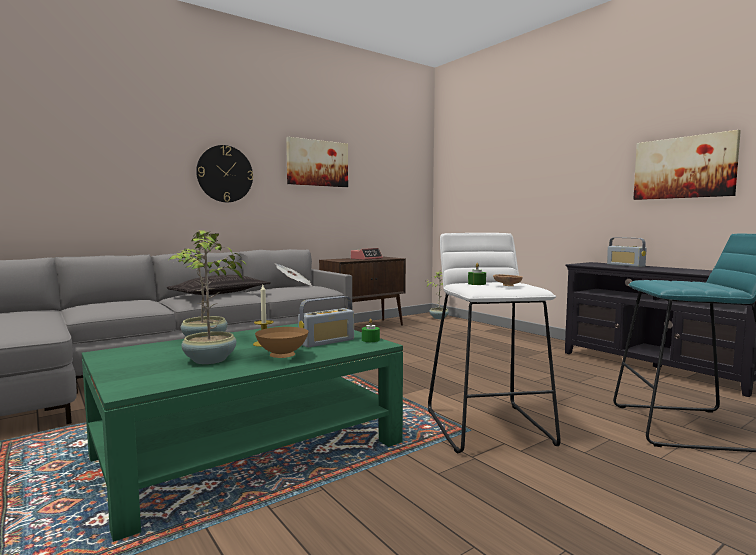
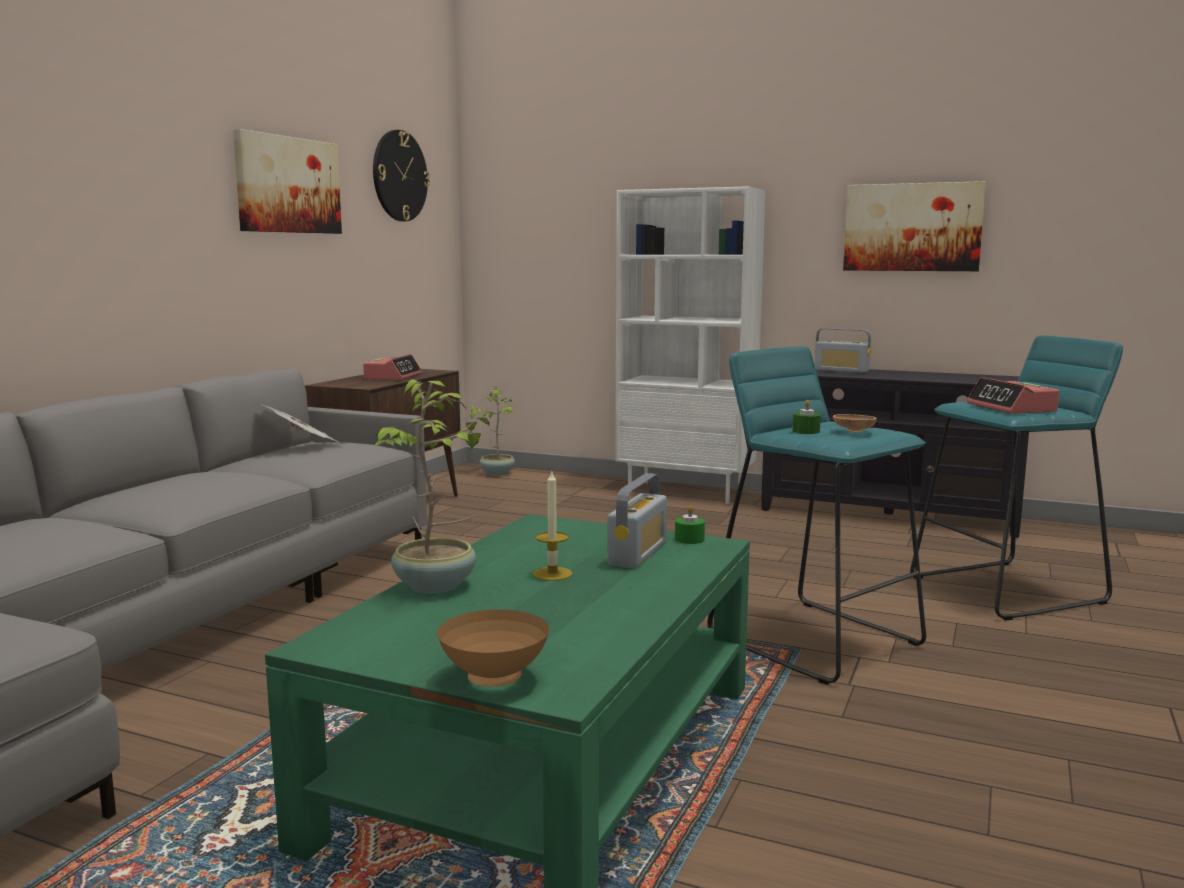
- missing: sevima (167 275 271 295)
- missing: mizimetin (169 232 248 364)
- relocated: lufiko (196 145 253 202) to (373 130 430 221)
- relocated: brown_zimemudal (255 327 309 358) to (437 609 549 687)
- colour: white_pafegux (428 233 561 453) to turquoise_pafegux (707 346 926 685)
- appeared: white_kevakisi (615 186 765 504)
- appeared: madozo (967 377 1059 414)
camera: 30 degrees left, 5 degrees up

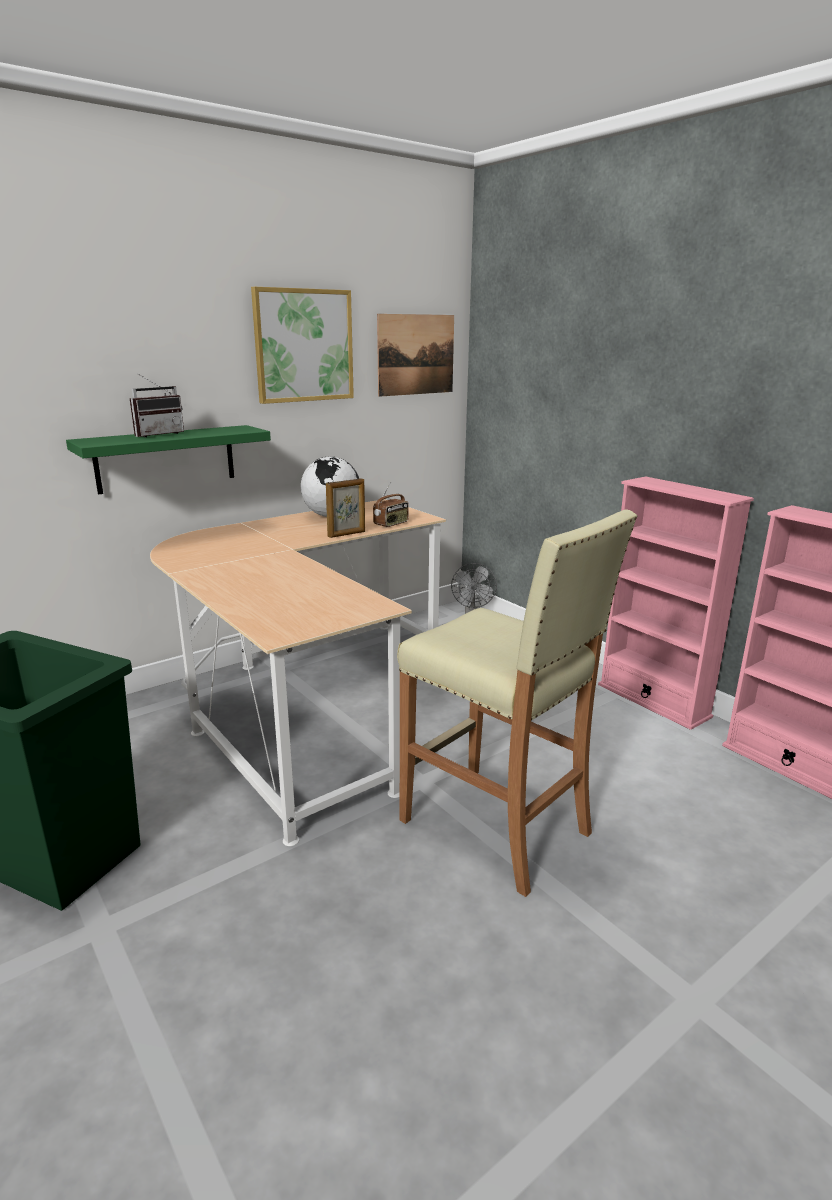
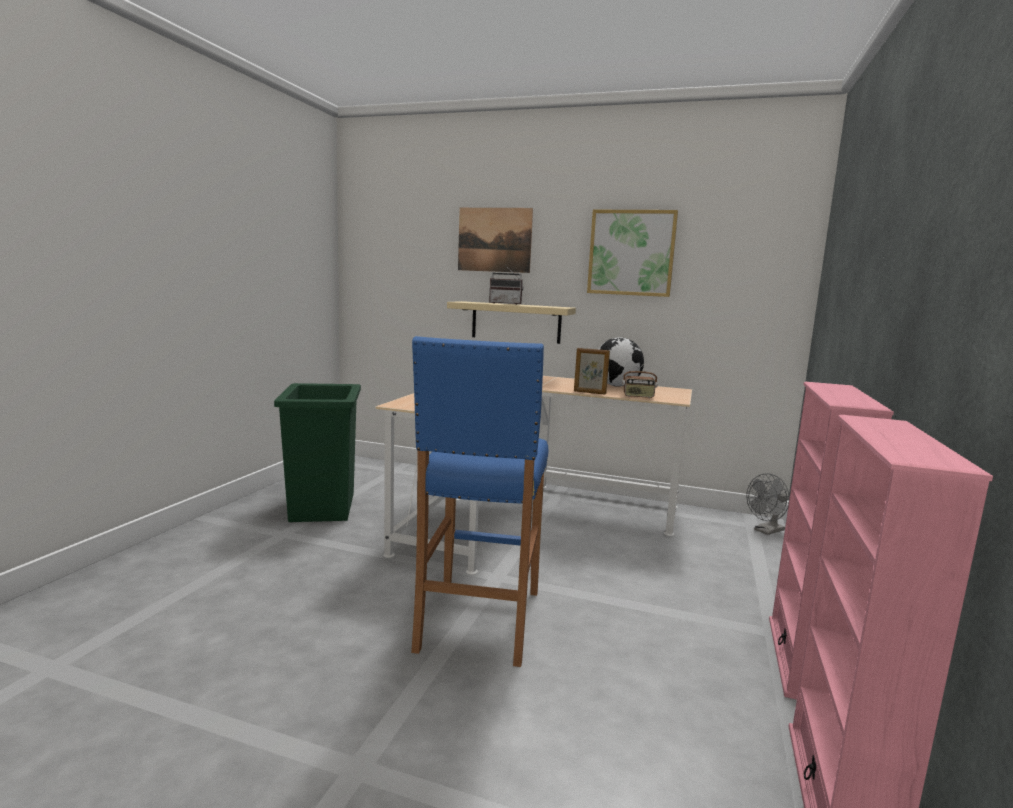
- colour: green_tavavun (66 425 271 495) to beige_tavavun (447 301 576 344)
- relocated: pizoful (377 314 454 397) to (458 208 533 273)
- colour: beige_pafegux (397 509 637 897) to blue_pafegux (411 336 548 667)
camera: 55 degrees right, 10 degrees down

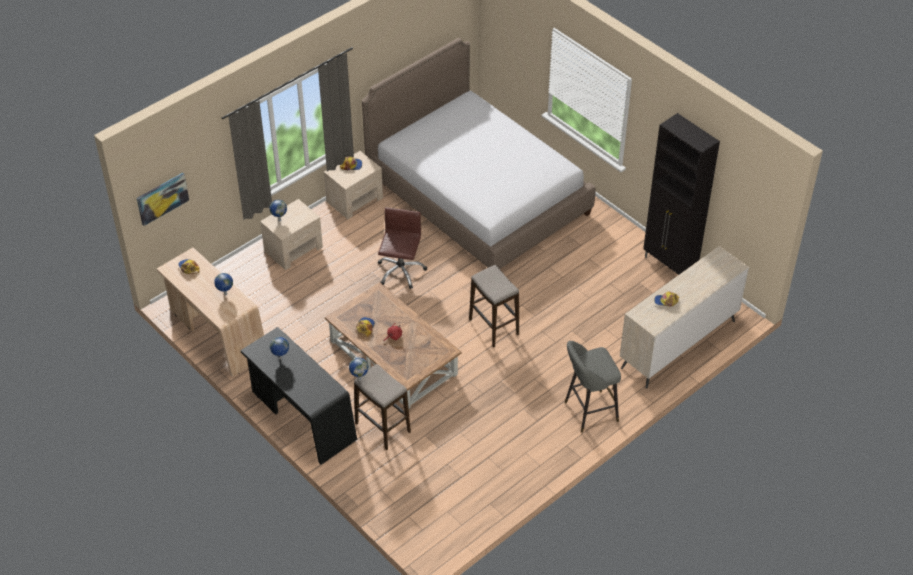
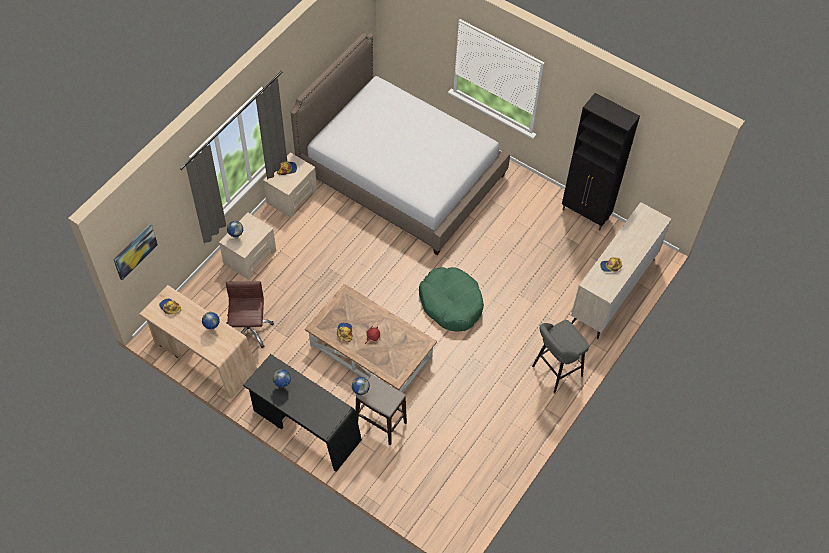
- relocated: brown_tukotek (378 207 427 289) to (226 281 274 348)
- exchanged: pafegux (469 265 519 348) to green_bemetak (419 267 484 332)
camera: 15 degrees left, 10 degrees up

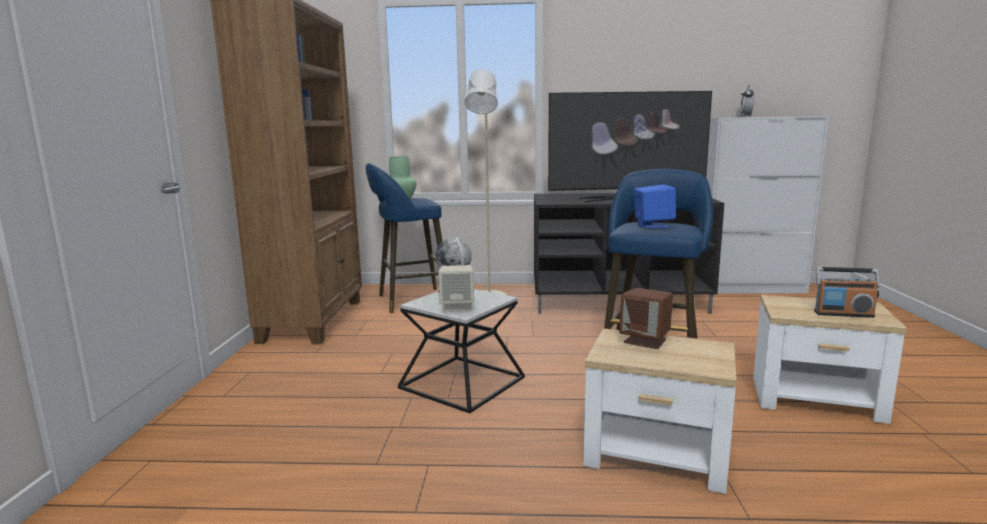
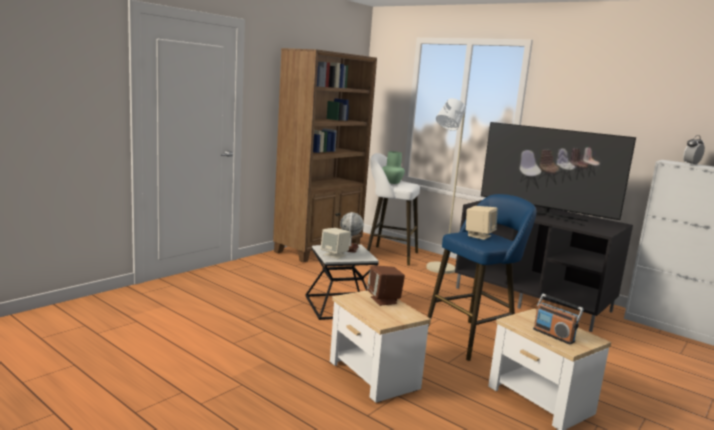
- colour: blue_pafegux (366 163 442 313) to white_pafegux (367 153 420 266)
- colour: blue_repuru (634 184 676 228) to beige_repuru (466 206 498 240)
camera: 35 degrees right, 0 degrees up

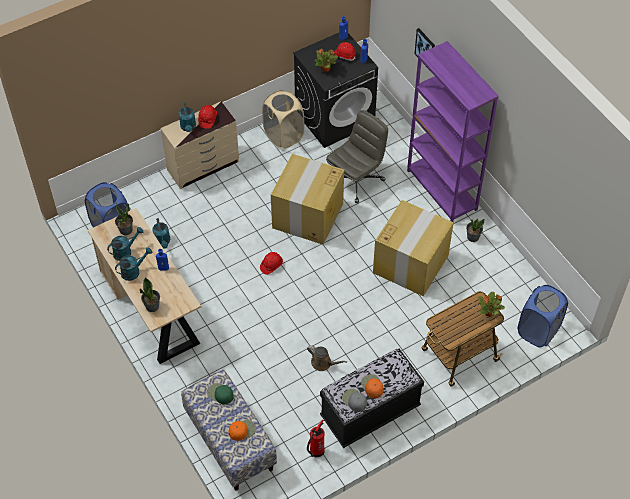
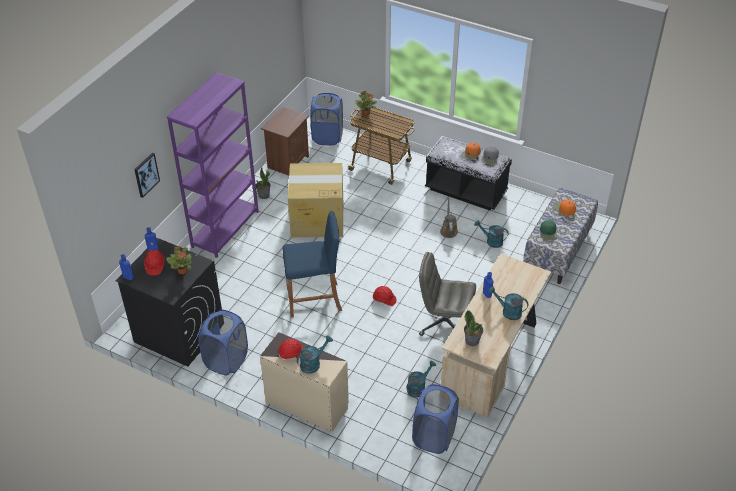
- relocated: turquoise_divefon (107 227 143 261) to (474 220 509 248)
- missing: mizimetin (140 278 160 312)
- colour: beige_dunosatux (262 90 304 149) to blue_dunosatux (198 310 248 376)
- exchanged: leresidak (271 154 344 245) to blue_pafegux (282 210 342 317)
- missing: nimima (307 419 324 458)
- relocated: grey_tukotek (326 110 388 203) to (419 252 476 336)
- appeared: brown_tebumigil (261 107 309 176)
camera: 120 degrees left, 10 degrees down

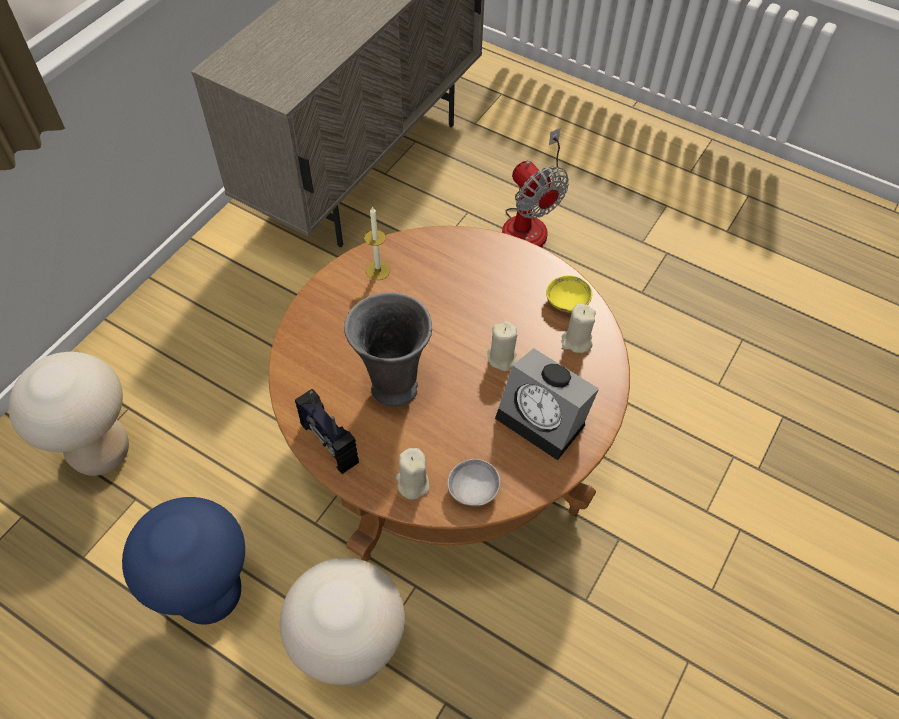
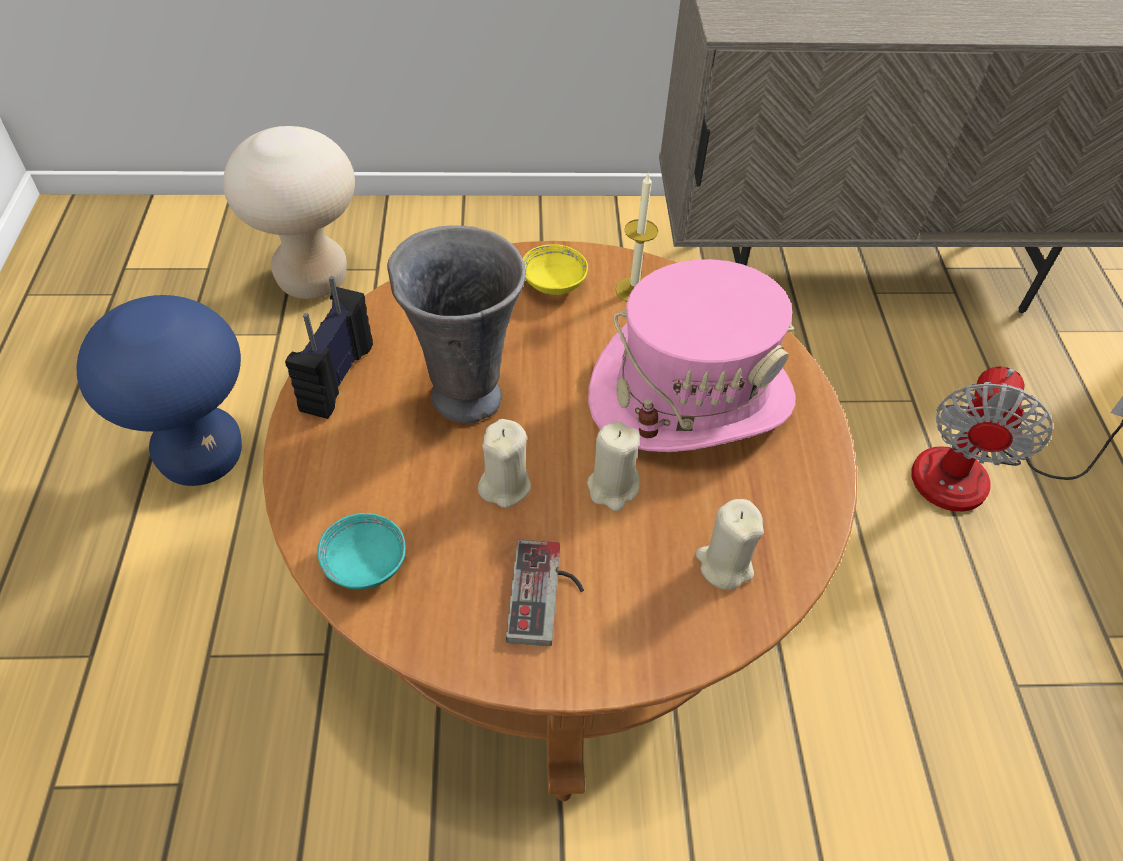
- missing: beige_pafegux (280 558 405 687)
- relocated: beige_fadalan (396 448 430 500) to (478 419 531 508)
- colour: grey_zimemudal (447 459 501 506) to turquoise_zimemudal (317 513 406 590)
- exchanged: madozo (495 348 599 460) to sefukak (506 540 584 646)
- relocated: yellow_zimemudal (546 276 592 312) to (523 244 588 295)
- appeared: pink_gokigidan (588 259 795 452)
camera: 55 degrees right, 5 degrees down

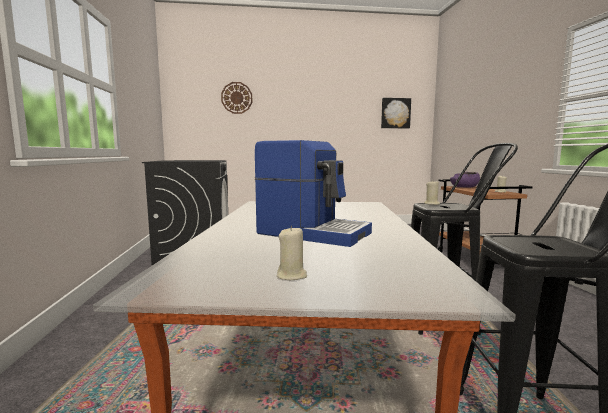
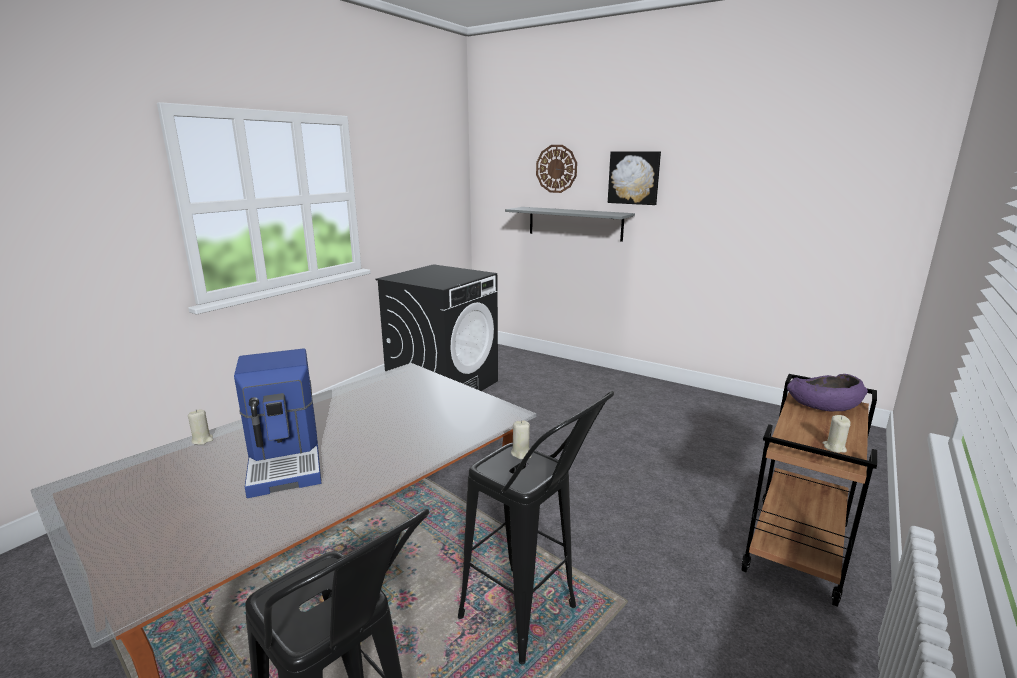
- relocated: beige_fadalan (277 226 307 280) to (188 409 213 445)
- relocated: pizoful (381 98 411 128) to (608 151 661 205)
- appeared: grey_tavavun (505 207 635 242)
camera: 40 degrees right, 10 degrees up

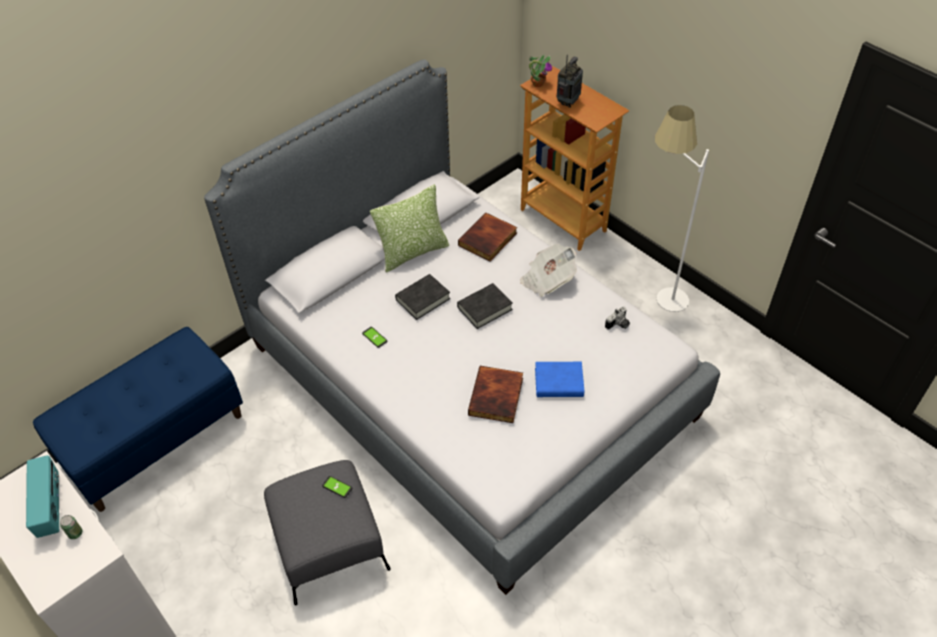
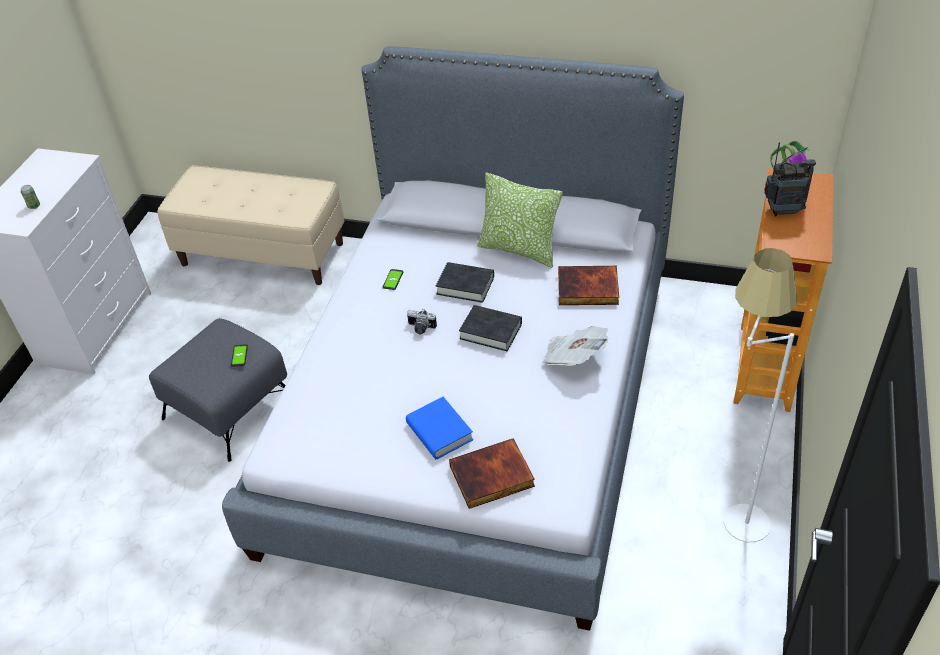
- missing: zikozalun (26 455 59 538)
- colour: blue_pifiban (33 327 243 512) to beige_pifiban (157 166 345 285)
- relocated: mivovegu (468 366 523 423) to (449 438 535 509)
- relocated: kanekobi (605 306 630 329) to (407 309 437 334)
camera: 60 degrees right, 5 degrees down

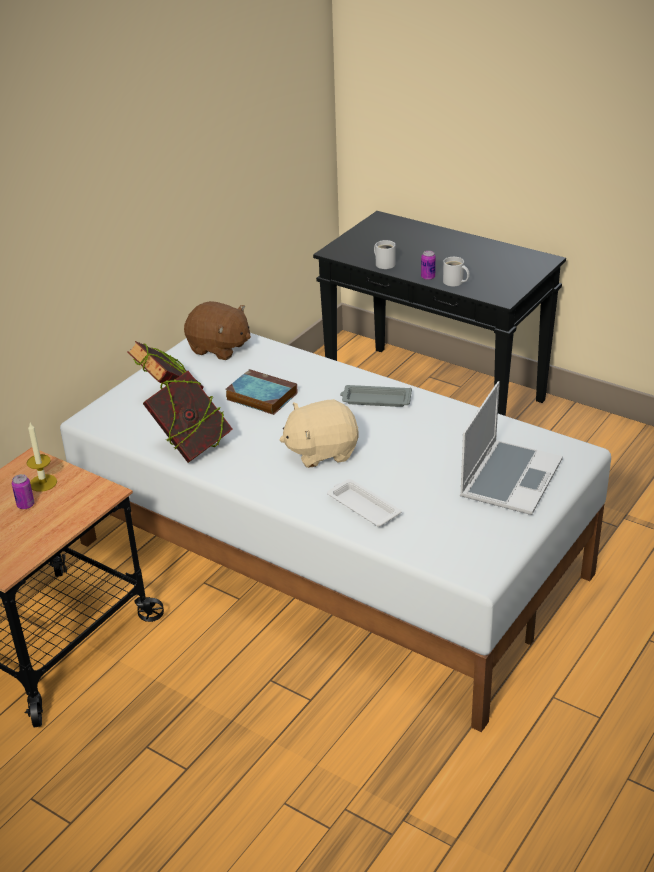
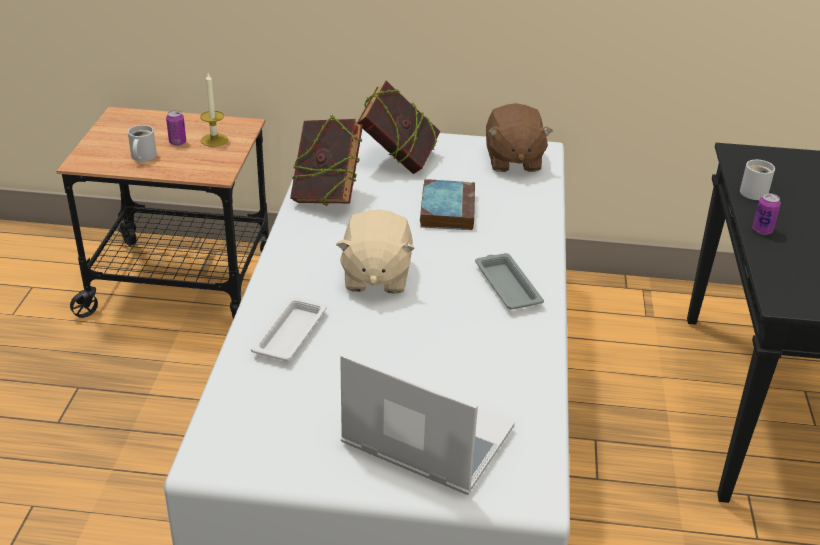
- spun: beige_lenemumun (280 399 359 468) = (336 209 415 294) 135 degrees counterclockwise
- relocated: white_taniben (443 257 470 286) to (128 125 157 162)
- spun: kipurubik (460 381 563 515) = (340 354 515 495) 150 degrees counterclockwise
camera: 60 degrees right, 0 degrees up

